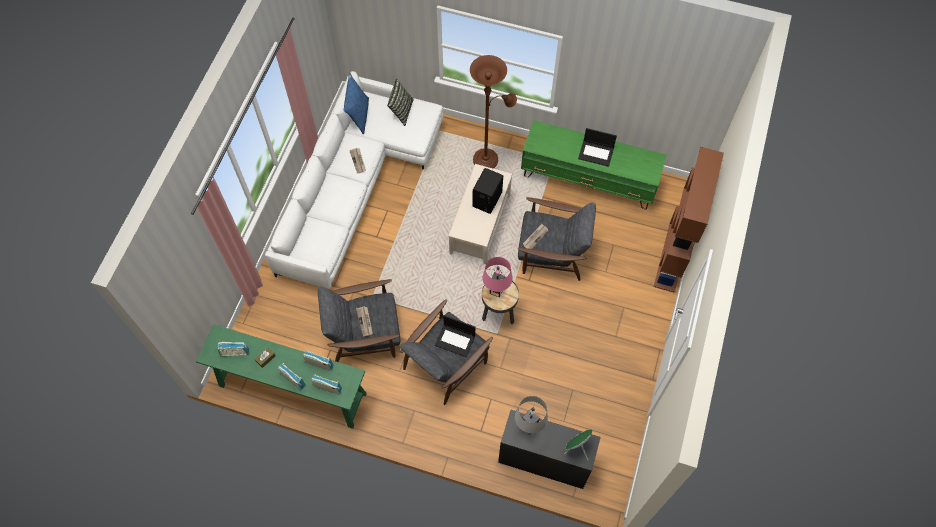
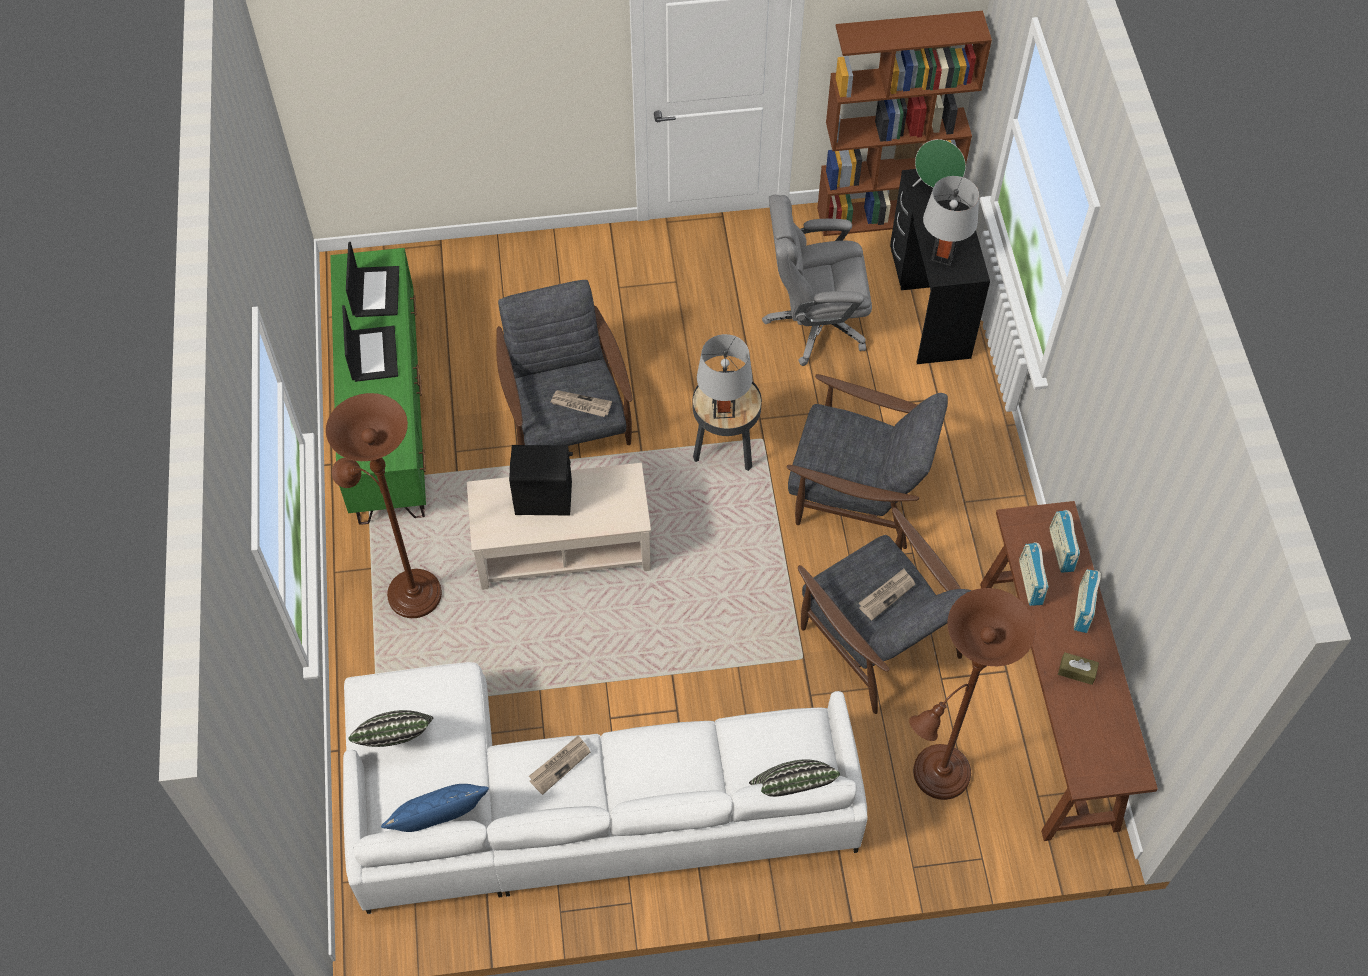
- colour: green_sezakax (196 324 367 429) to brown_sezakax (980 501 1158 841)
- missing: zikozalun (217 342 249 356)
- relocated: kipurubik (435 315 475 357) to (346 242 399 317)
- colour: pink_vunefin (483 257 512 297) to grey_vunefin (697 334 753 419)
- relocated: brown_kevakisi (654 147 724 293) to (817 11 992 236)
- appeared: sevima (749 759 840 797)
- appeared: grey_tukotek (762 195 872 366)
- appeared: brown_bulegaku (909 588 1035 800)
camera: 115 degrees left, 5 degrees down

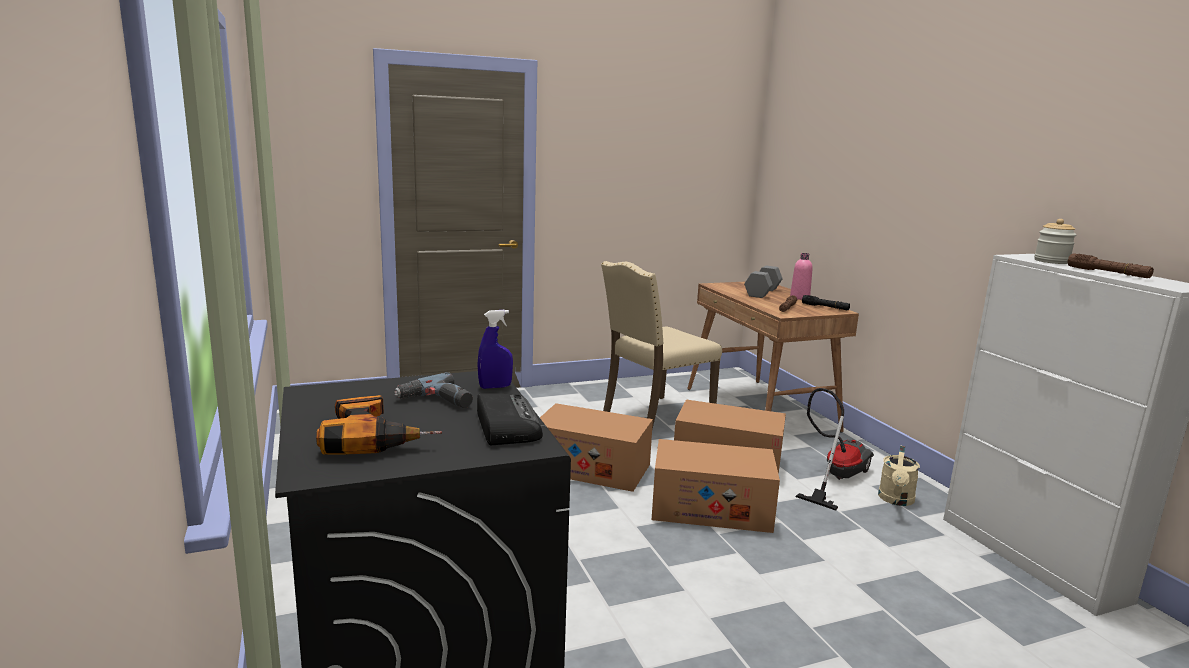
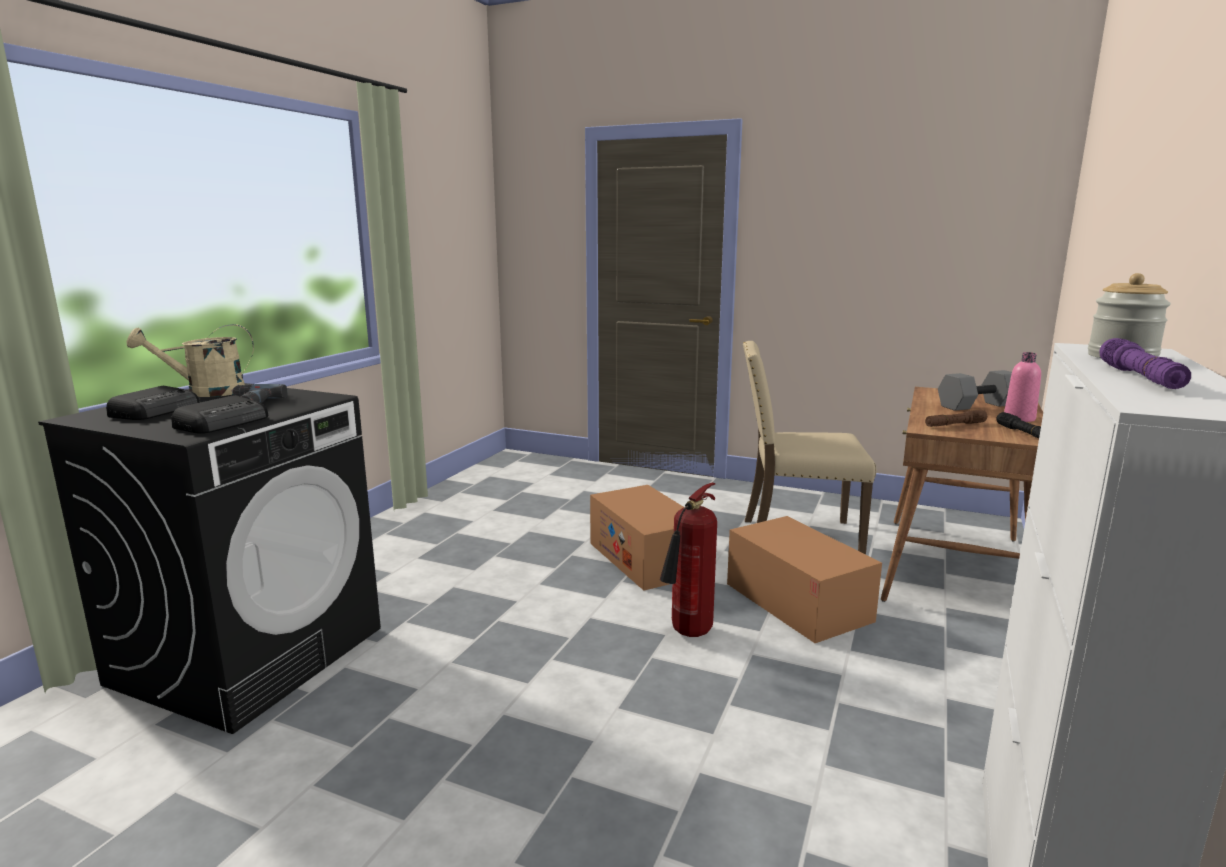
- exchanged: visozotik (316 395 442 455) to zikozalun (106 386 200 420)
- missing: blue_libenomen (477 310 513 389)
- exchanged: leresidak (652 439 780 533) to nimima (660 483 717 637)
- missing: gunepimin (795 388 874 511)
- relocated: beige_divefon (878 445 920 506) to (126 324 254 397)
- colour: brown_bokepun (1068 253 1154 278) to purple_bokepun (1099 338 1191 389)
camera: 45 degrees right, 0 degrees up

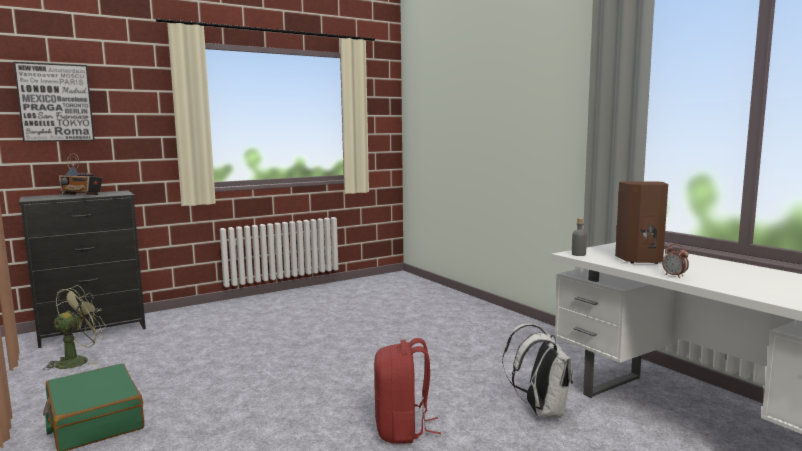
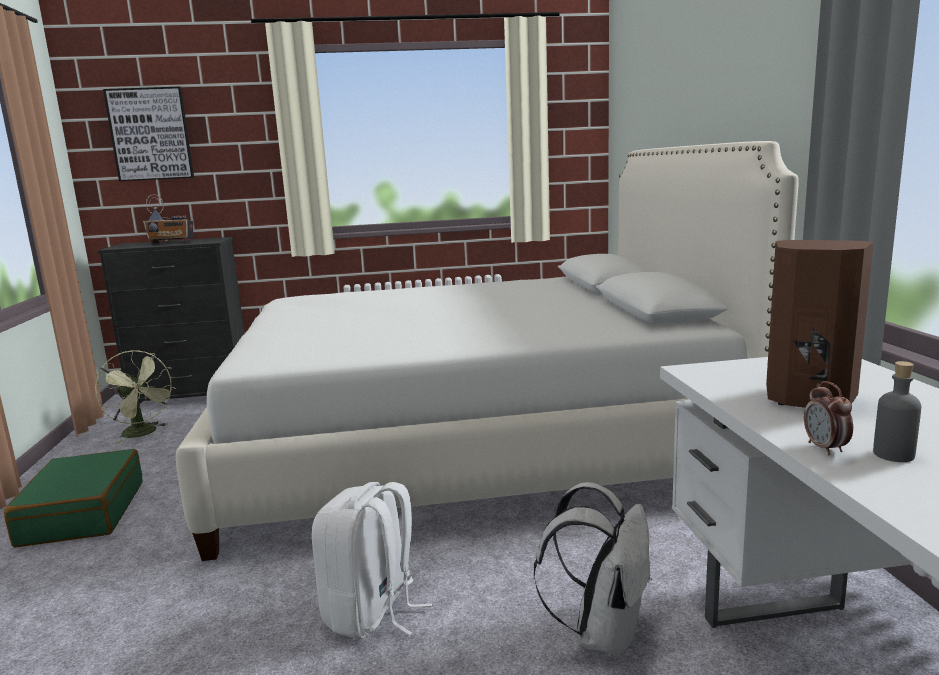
- spun: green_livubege (43 285 107 370) = (95 350 176 444) 75 degrees clockwise
- spun: zikozalun (59 153 102 195) = (143 194 193 243) 45 degrees counterclockwise
- colour: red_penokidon (374 338 441 444) to white_penokidon (312 482 432 639)
- relocated: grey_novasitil (572 218 587 256) to (873 361 921 462)
- appeared: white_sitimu (176 141 799 561)
camera: 25 degrees right, 5 degrees up

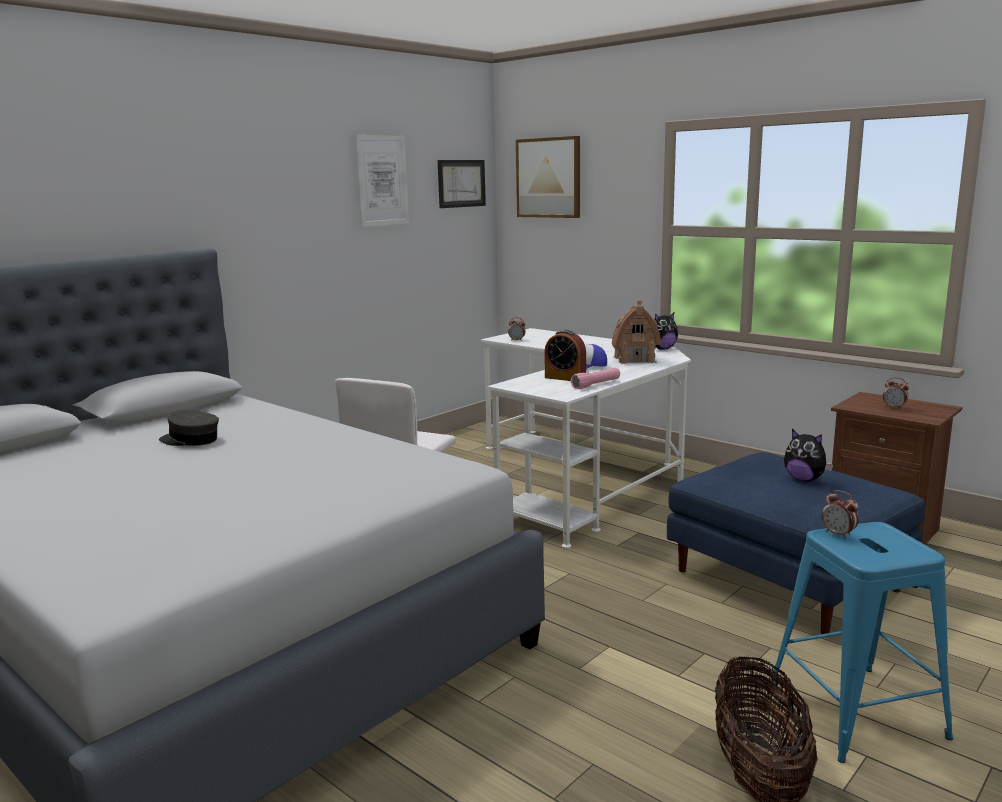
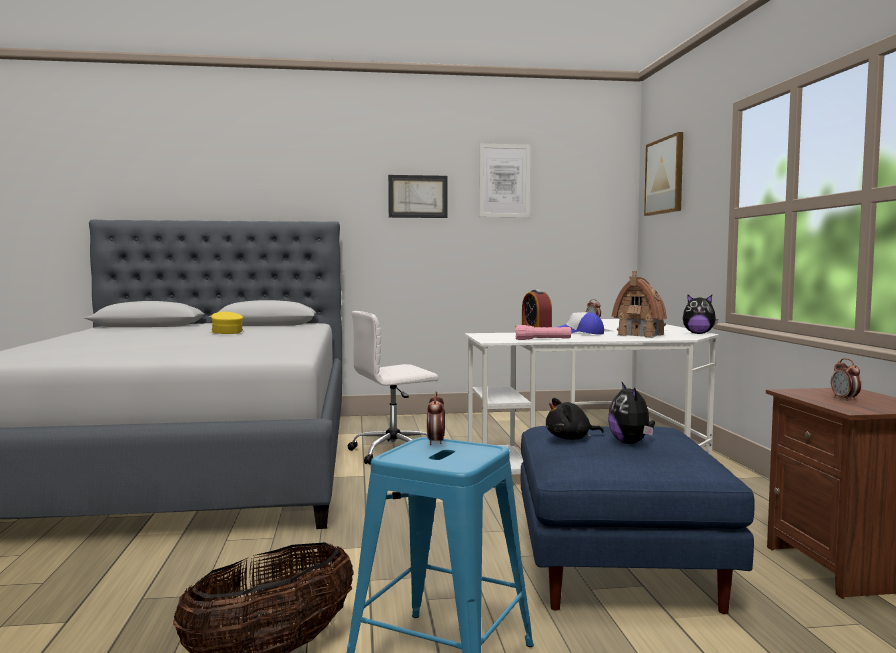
- colour: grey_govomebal (159 410 219 446) to yellow_govomebal (211 312 243 334)
- relocated: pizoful (438 160 486 208) to (388 175 448 218)
- appeared: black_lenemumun (546 398 604 440)
camera: 40 degrees right, 10 degrees down

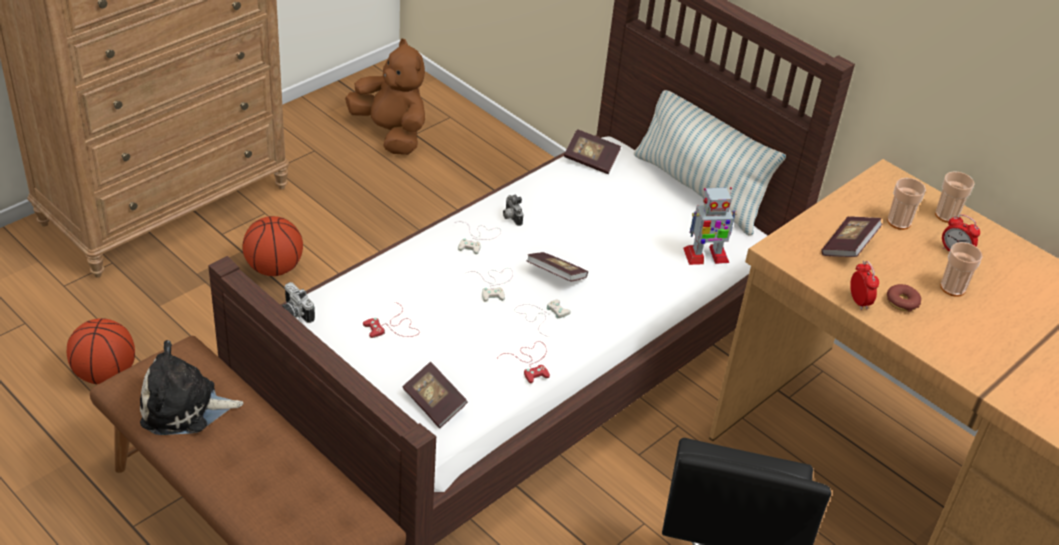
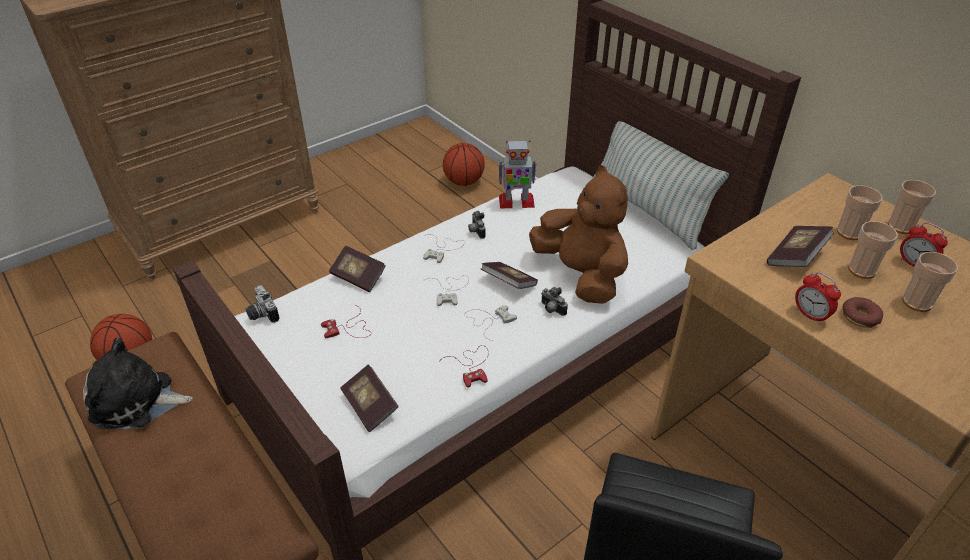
- relocated: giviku (242 216 303 276) to (443 143 485 186)
- relocated: brown_lenemumun (345 39 425 155) to (529 165 628 304)
- relocated: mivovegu (564 129 621 174) to (329 245 386 292)
- relocated: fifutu (683 187 737 265) to (498 140 537 208)
- spun: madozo (850 261 879 310) = (795 272 841 324) 150 degrees clockwise
- appeared: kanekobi (541 287 568 316)
- appeared: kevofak (848 221 898 279)
camera: 10 degrees right, 0 degrees up

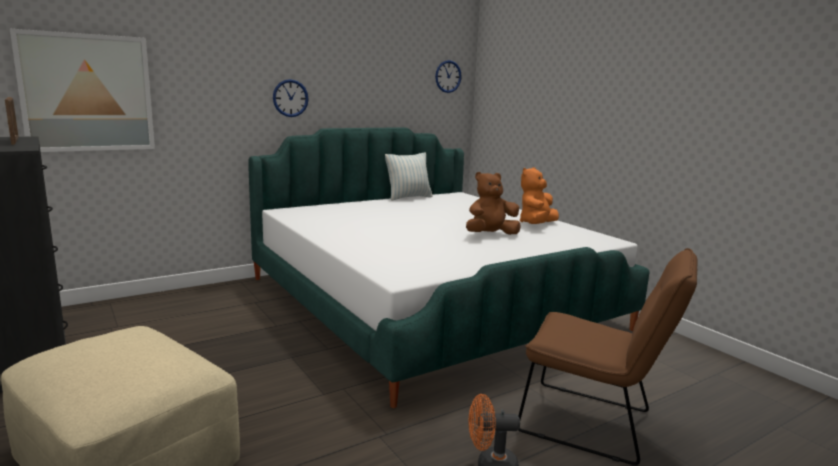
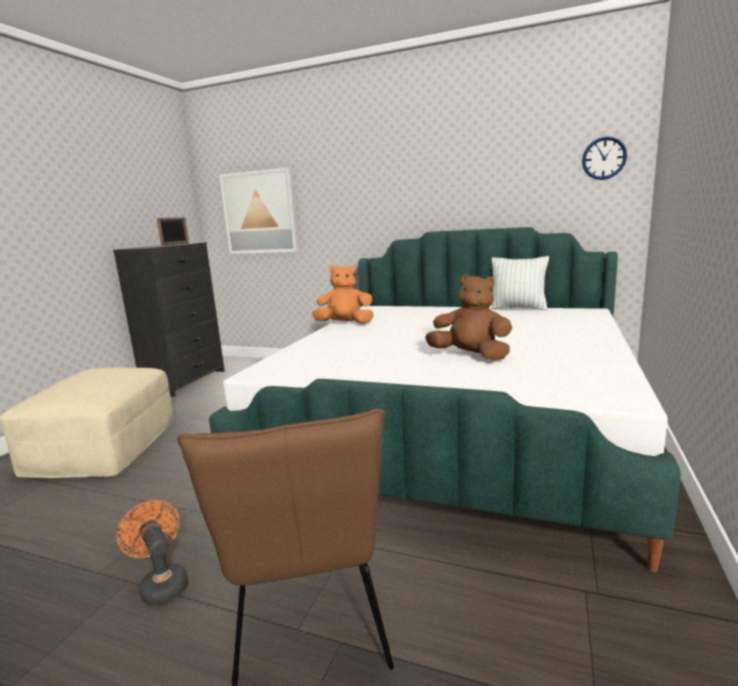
- missing: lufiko (273 79 309 117)
- relocated: orange_lenemumun (520 167 559 224) to (312 265 374 324)
camera: 55 degrees right, 0 degrees up

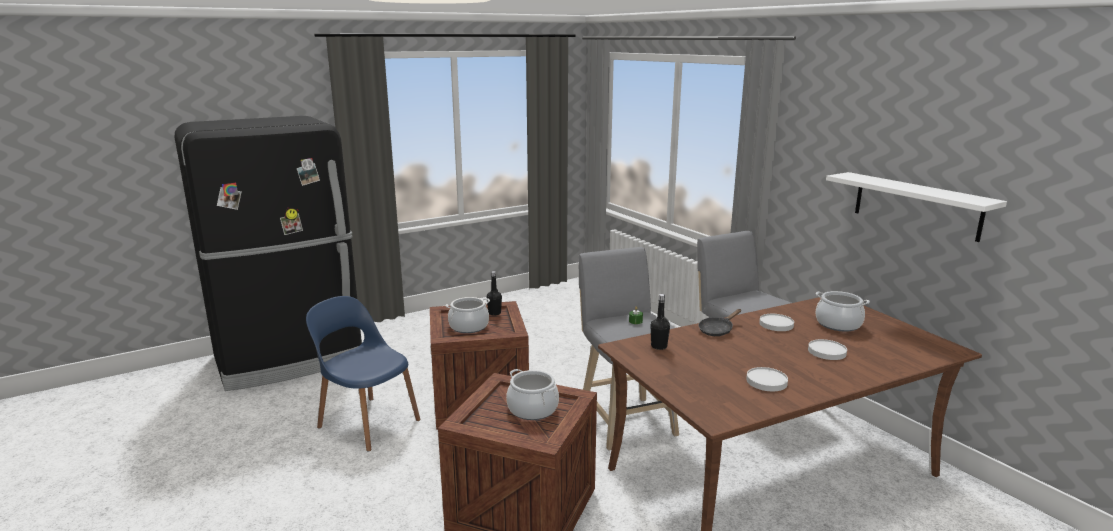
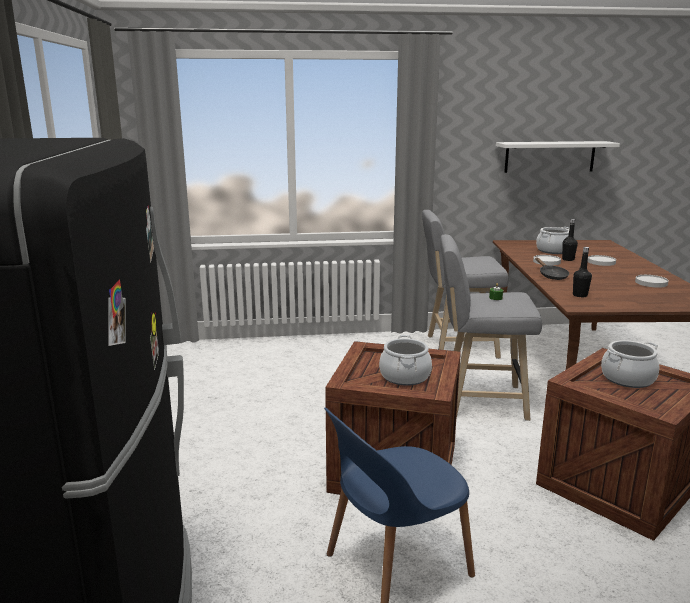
- relocated: black_novasitil (487 271 502 316) to (562 219 578 261)
camera: 65 degrees left, 0 degrees up

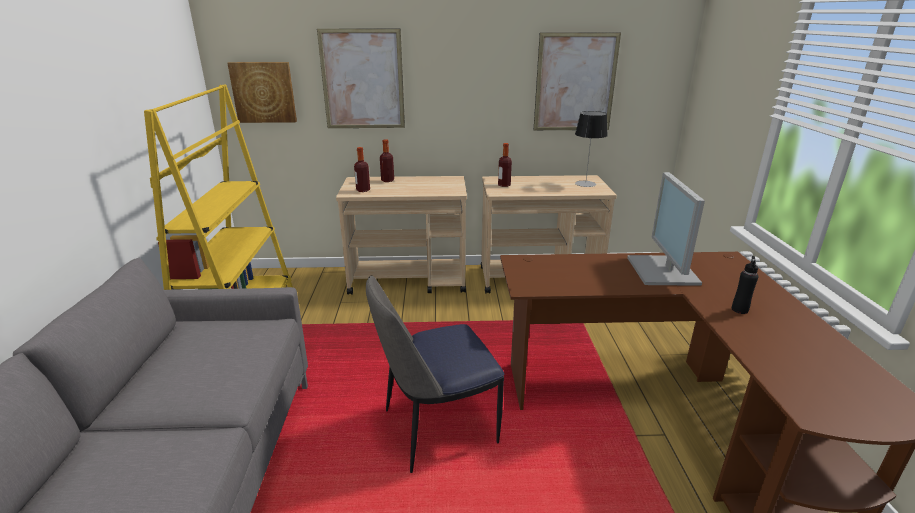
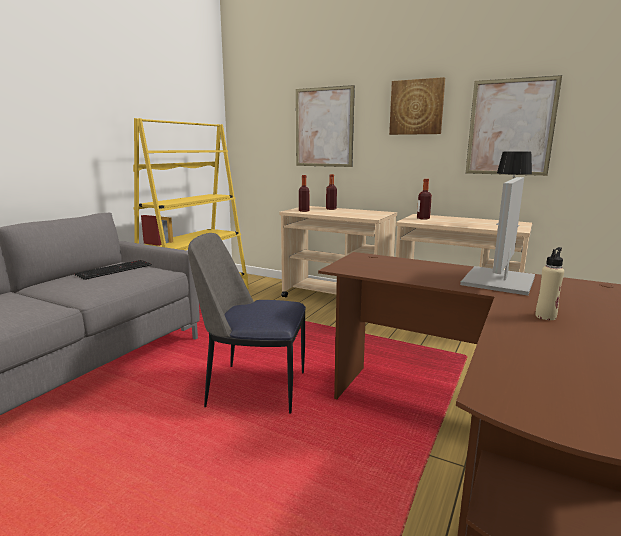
- relocated: pizoful (227 62 297 123) to (389 77 445 135)
- colour: black_novasitil (732 256 759 314) to beige_novasitil (535 247 564 320)
- appeared: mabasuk (75 260 152 280)
camera: 30 degrees right, 10 degrees down

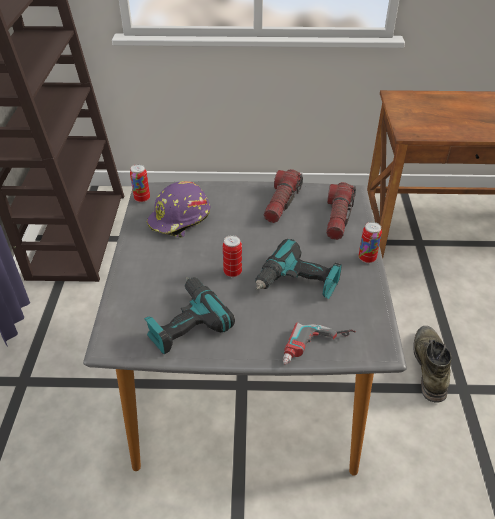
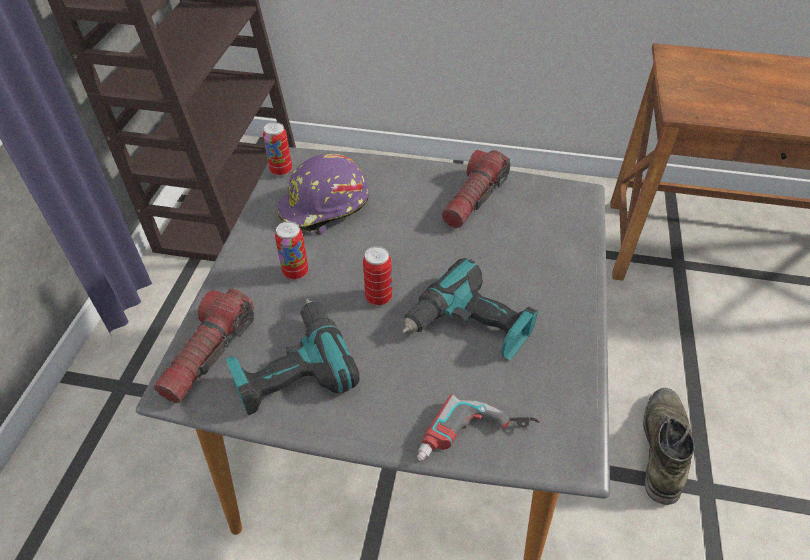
- relocated: bokepun (326 182 356 240) to (154 289 255 403)
- relocated: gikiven (359 222 382 263) to (275 221 308 280)
camera: 10 degrees right, 5 degrees up

